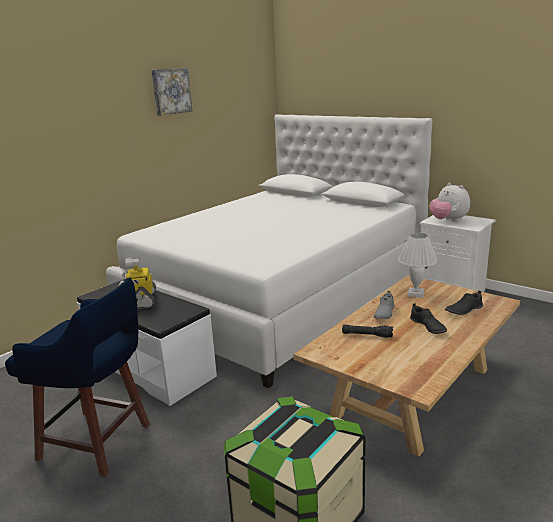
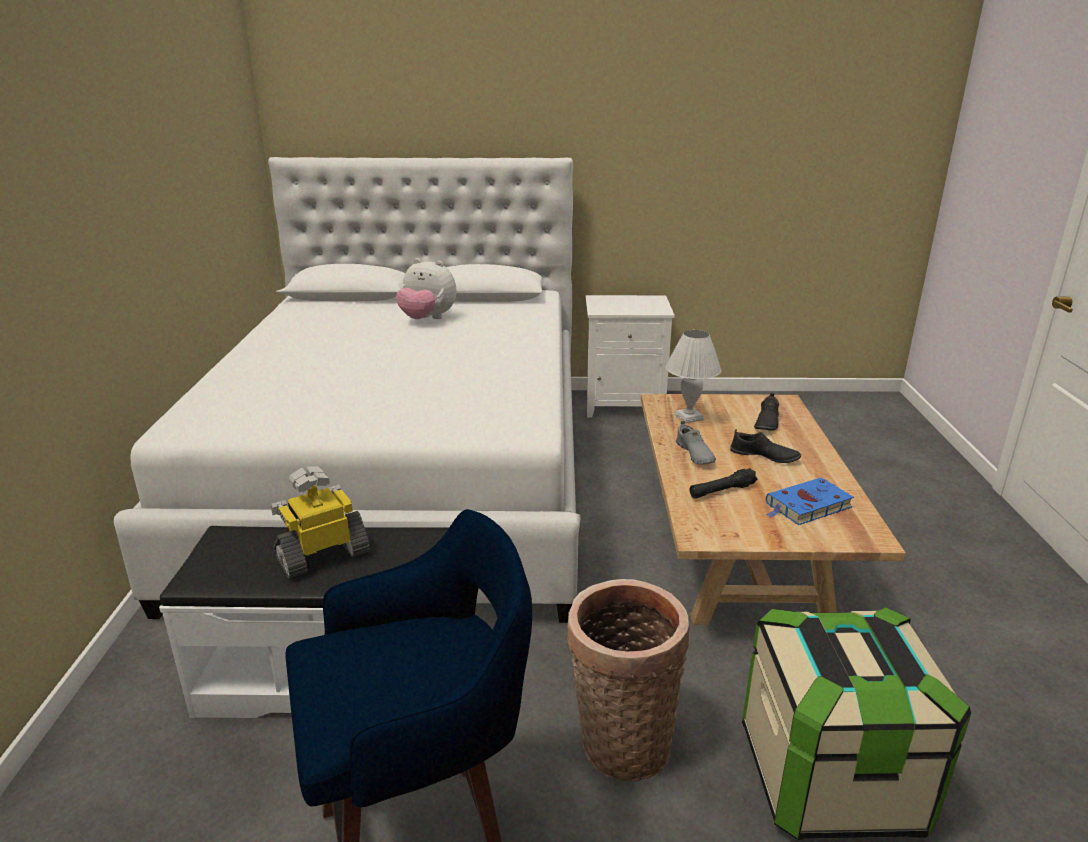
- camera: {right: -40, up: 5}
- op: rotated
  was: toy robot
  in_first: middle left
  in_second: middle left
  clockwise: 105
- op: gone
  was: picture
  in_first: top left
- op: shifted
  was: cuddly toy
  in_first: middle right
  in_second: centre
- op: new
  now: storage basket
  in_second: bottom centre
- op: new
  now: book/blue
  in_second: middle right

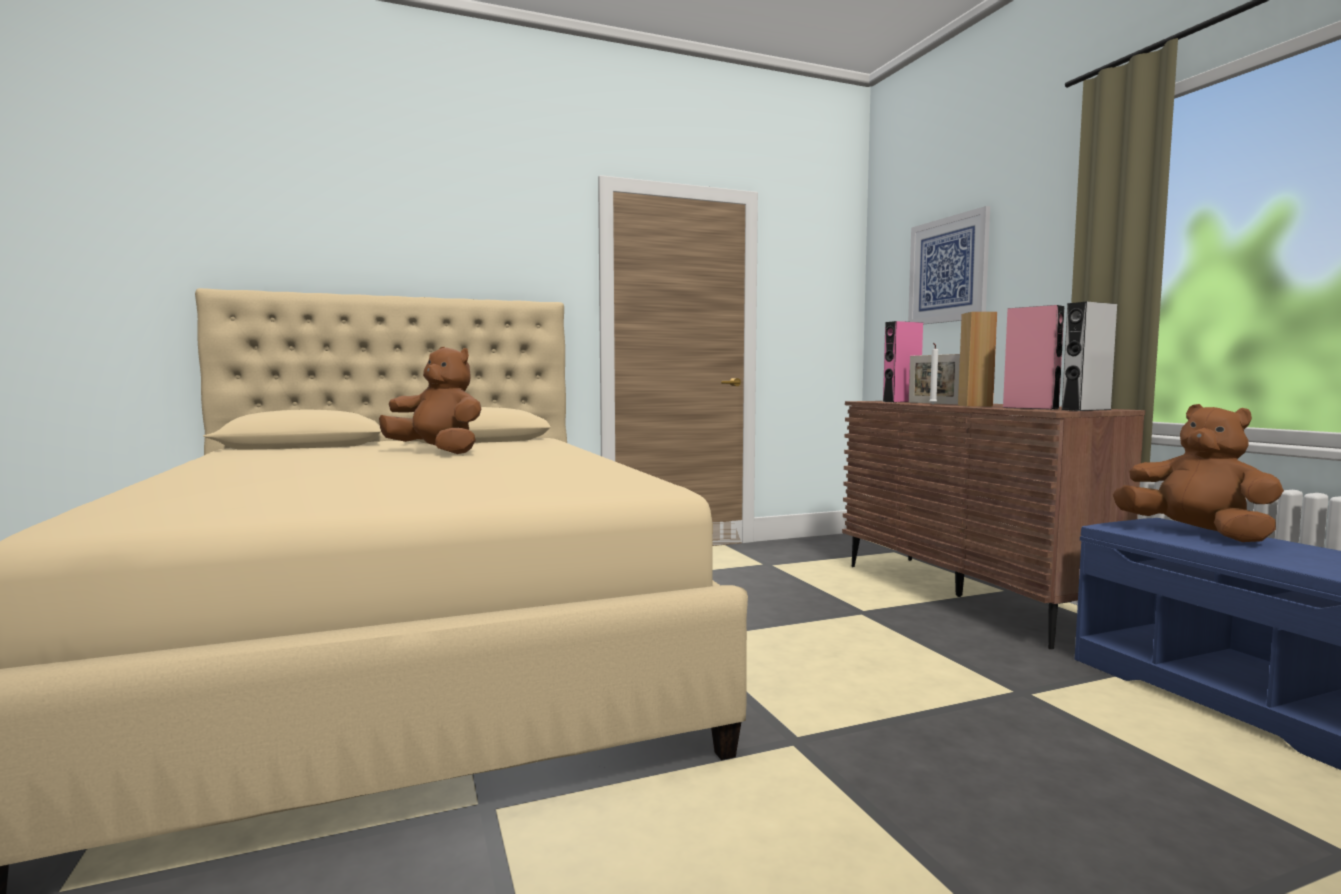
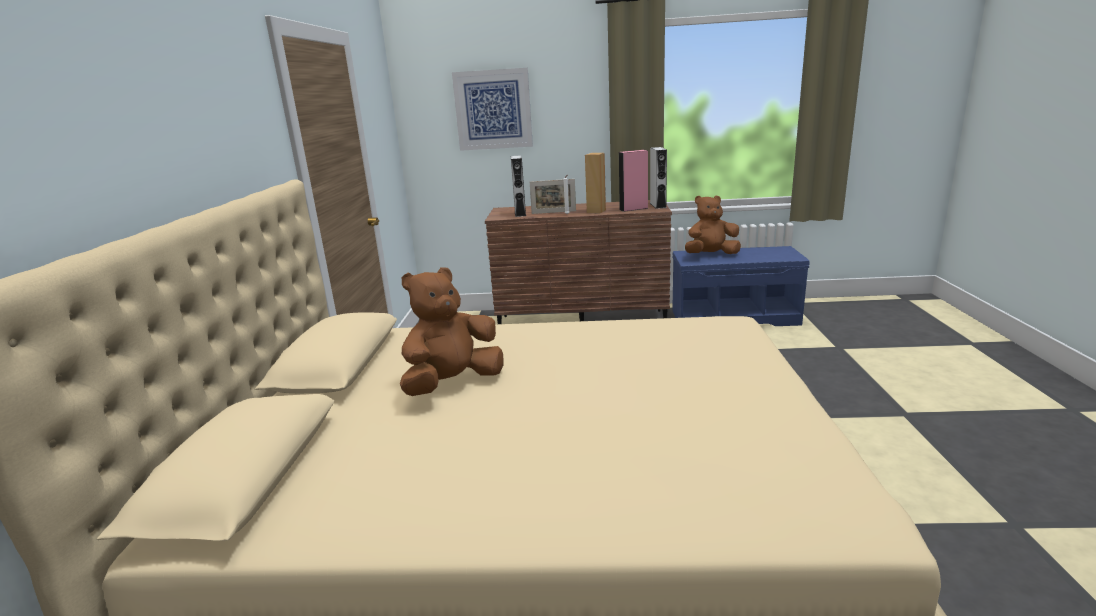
- camera: {right: -65, up: 15}
- op: repainted
  was: speaker/pink (no. 1 from left)
  now: speaker/greyish (no. 1 from left)
  in_first: middle right
  in_second: top centre

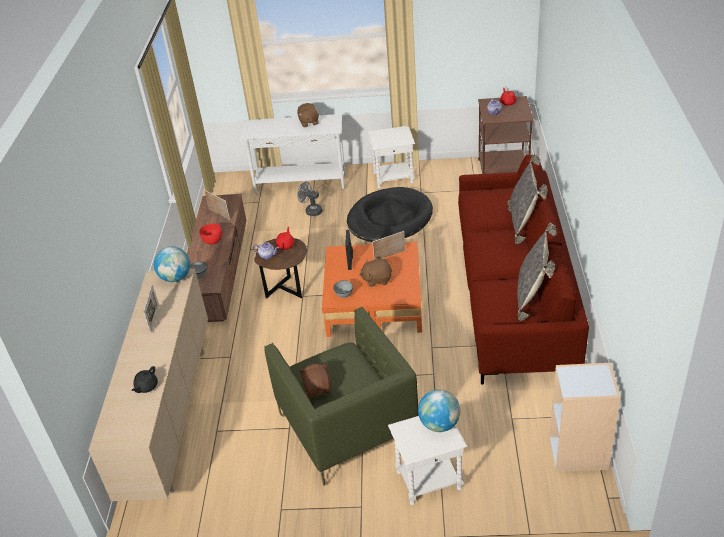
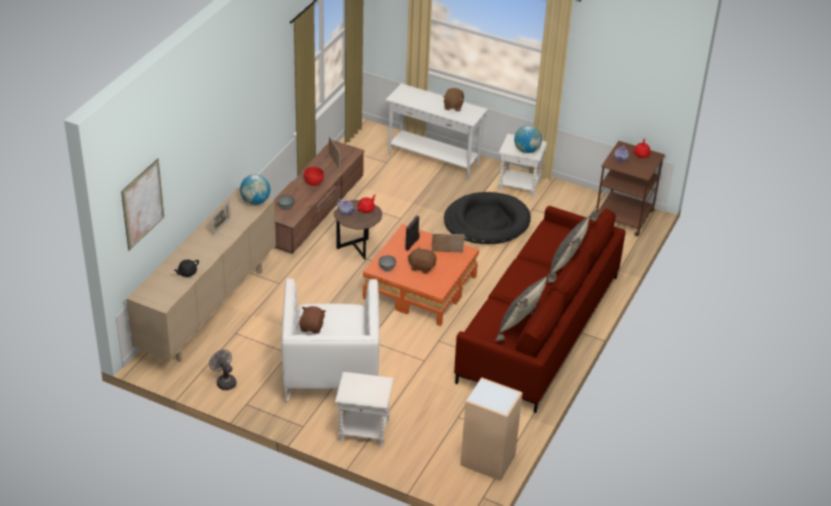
- camera: {right: 20, up: 0}
- op: repainted
  was: armchair/green
  now: armchair/whitish
  in_first: bottom centre
  in_second: bottom centre
- op: shifted
  was: cooling fan/greyish
  in_first: centre
  in_second: bottom left
- op: shifted
  was: desk globe (no. 2 from left)
  in_first: bottom centre
  in_second: top centre
- op: new
  now: picture
  in_second: middle left

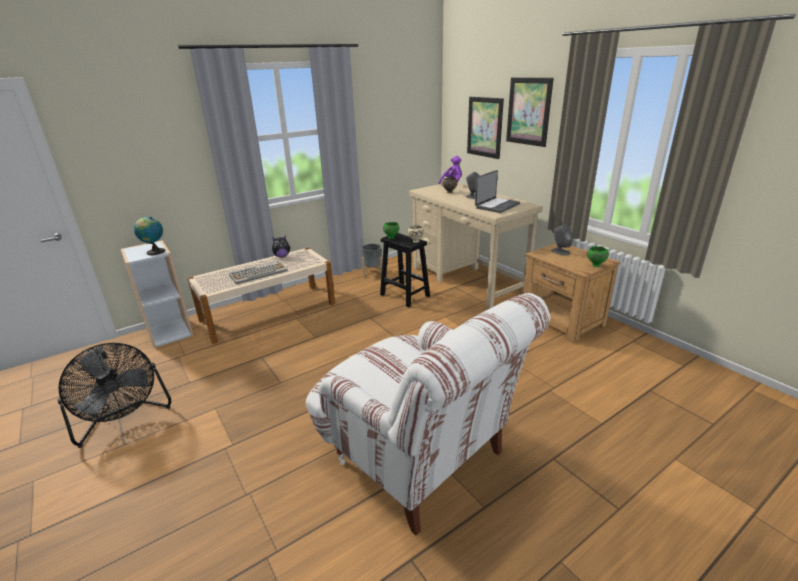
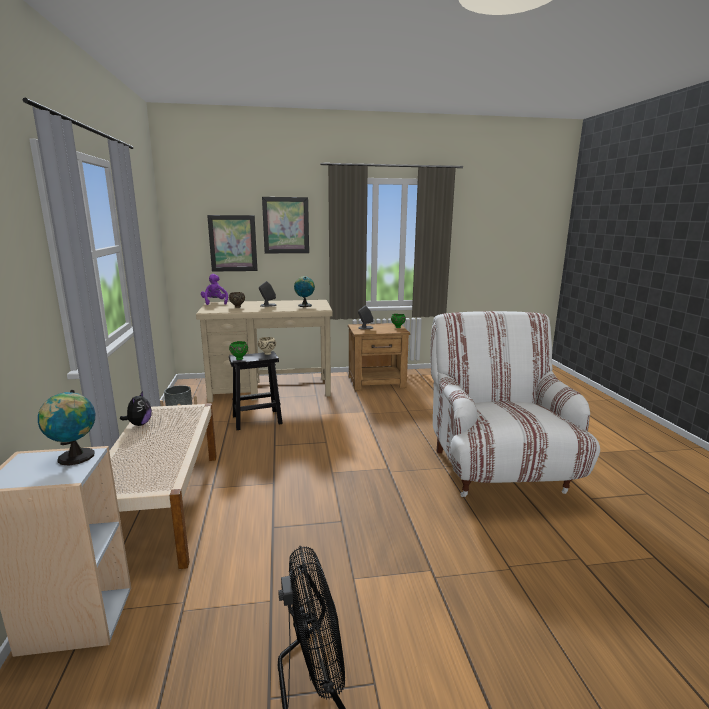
- camera: {right: -65, up: -10}
- op: gone
  was: PC keyboard
  in_first: middle left
- op: rotated
  was: armchair/whitish
  in_first: bottom centre
  in_second: middle right
  clockwise: -75
- op: swapped
  was: laptop
  now: desk globe (no. 2 from left)
  in_first: top centre
  in_second: centre

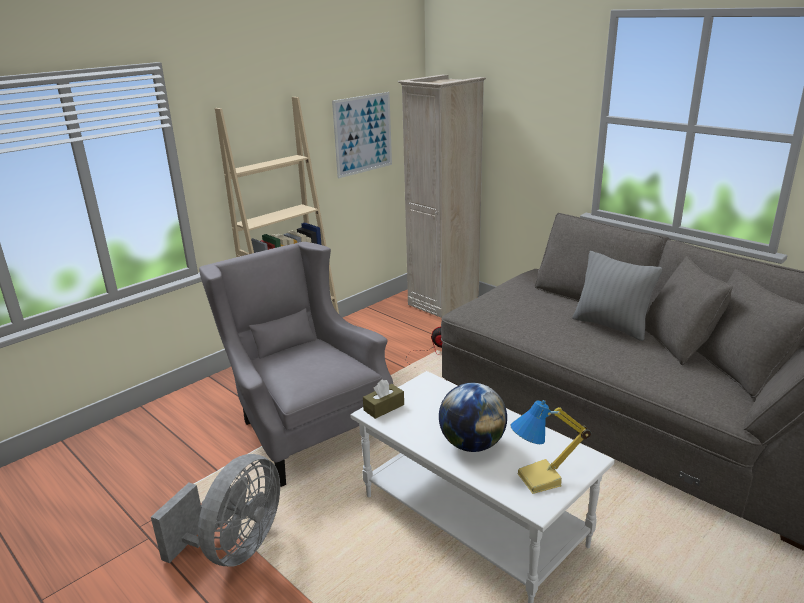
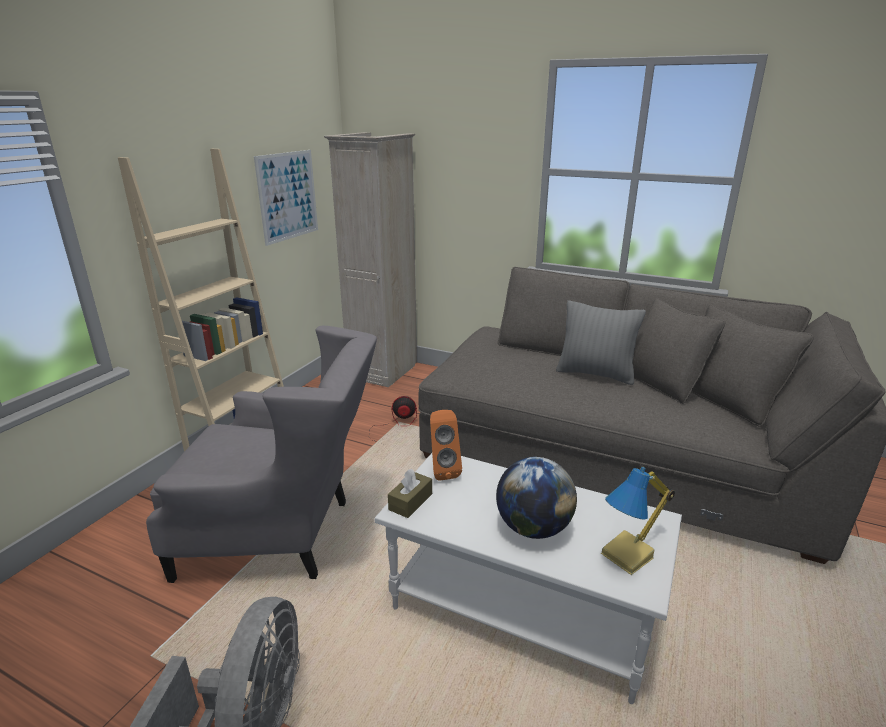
- camera: {right: -20, up: 0}
- op: rotated
  was: armchair/greyish
  in_first: centre
  in_second: middle left
  clockwise: 150
- op: new
  now: speaker/orangey
  in_second: centre

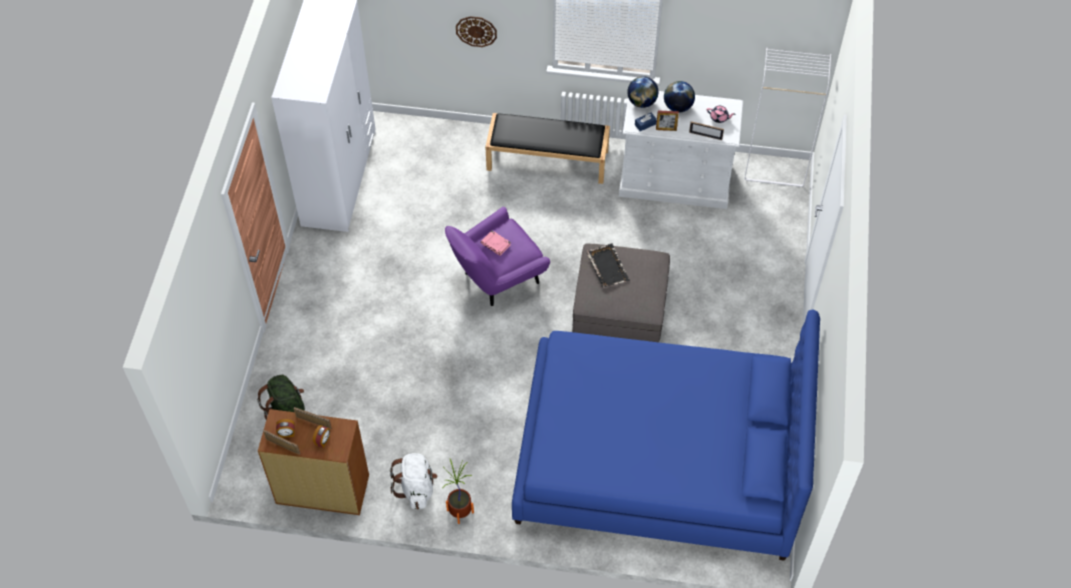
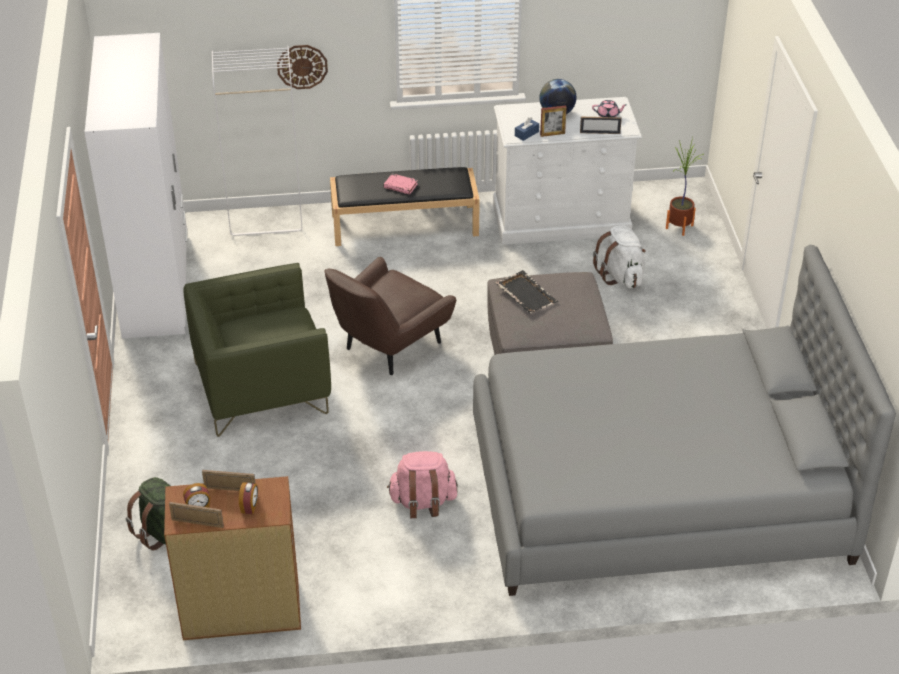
- camera: {right: -15, up: -15}
- op: shifted
  was: knapsack/whitish
  in_first: bottom centre
  in_second: middle right
- op: shifted
  was: potted plant
  in_first: bottom centre
  in_second: top right
- op: repainted
  was: armchair/purplish
  now: armchair/brown
  in_first: centre
  in_second: centre
- op: shifted
  was: book/pink
  in_first: centre
  in_second: top centre
- op: repainted
  was: bedroom bed/blue
  now: bedroom bed/greyish
  in_first: bottom centre
  in_second: middle right
- op: gone
  was: desk globe (no. 1 from left)
  in_first: top centre
- op: shifted
  was: garment stand/whitish
  in_first: top right
  in_second: top left
- op: new
  now: armchair/green
  in_second: middle left
- op: new
  now: knapsack/pink
  in_second: bottom centre

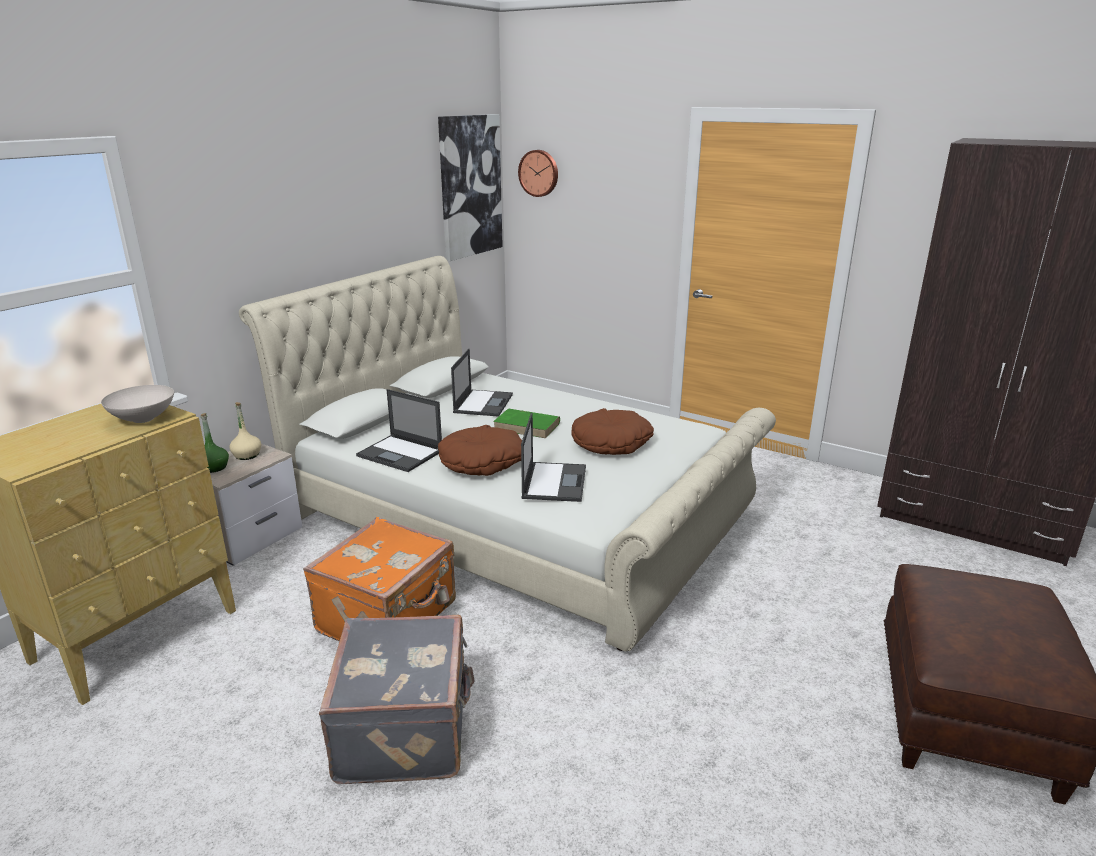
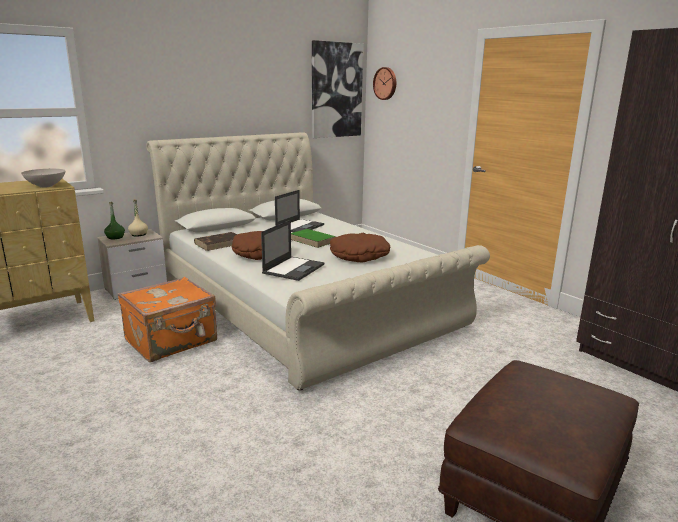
- camera: {right: 20, up: -5}
- op: gone
  was: travel case/greyish
  in_first: bottom centre
- op: swapped
  was: laptop (no. 1 from left)
  now: book/brown
  in_first: centre
  in_second: middle left

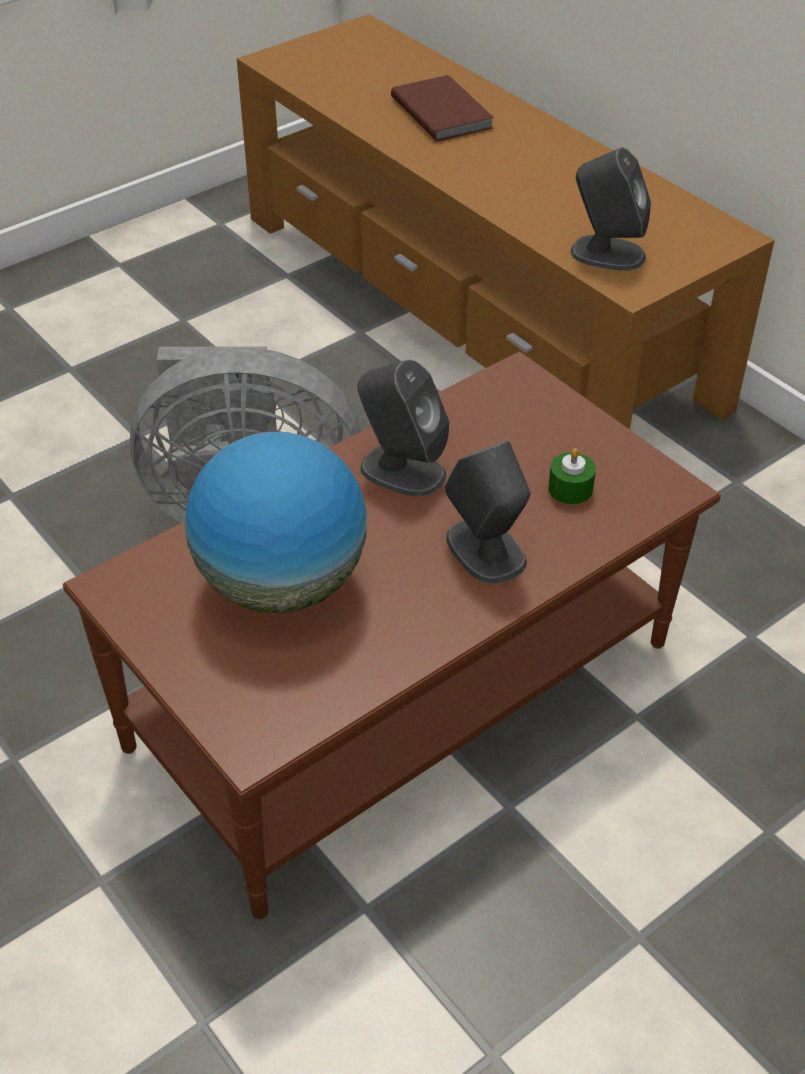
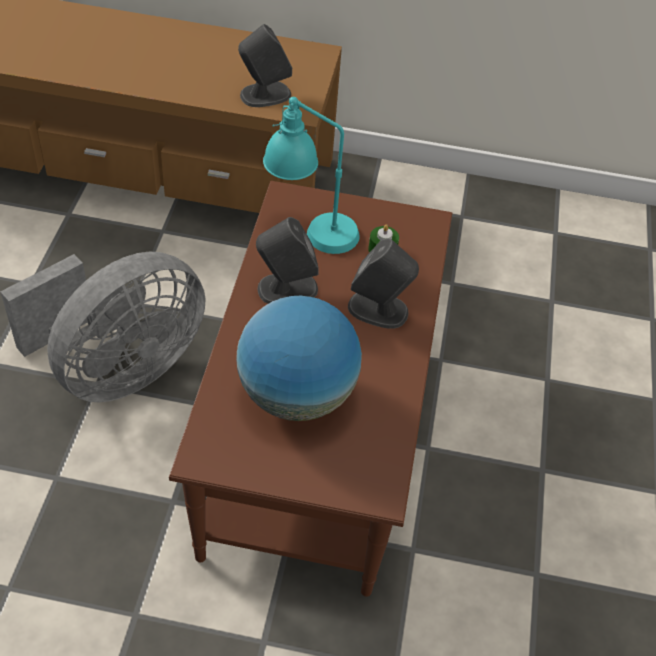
- camera: {right: -45, up: 5}
- op: gone
  was: book/brown
  in_first: top centre
- op: new
  now: table lamp/turquoise-coloured
  in_second: top centre

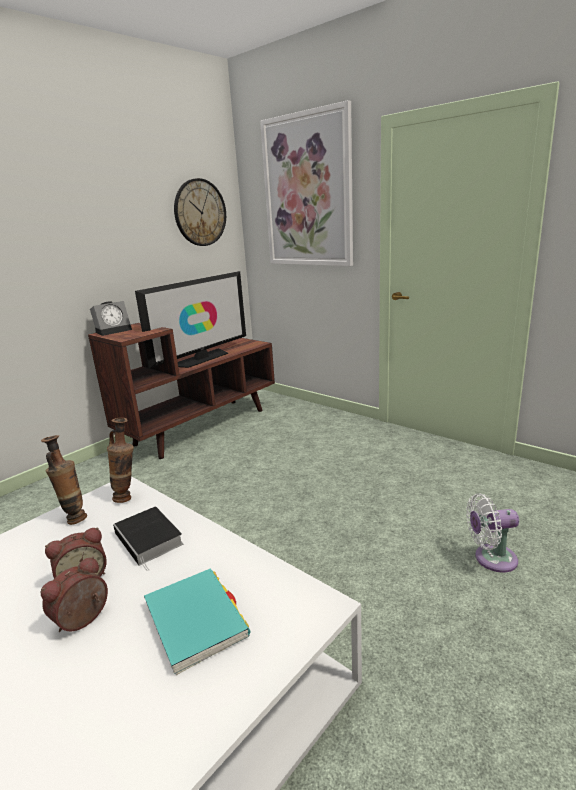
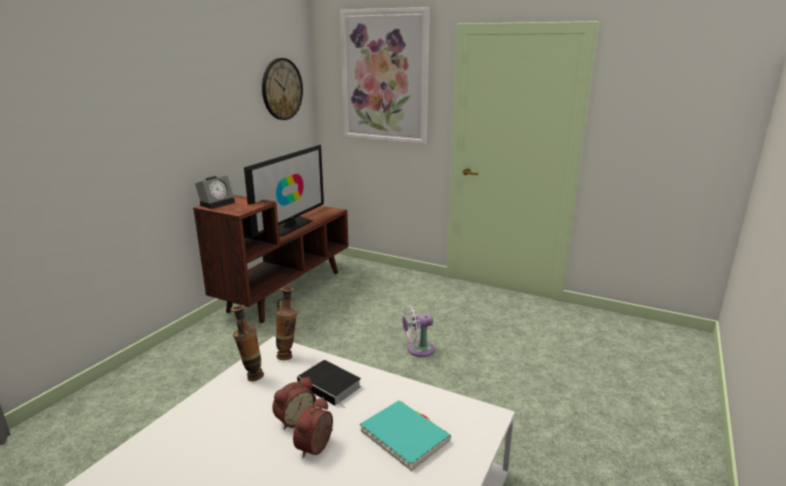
- camera: {right: -15, up: 0}
- op: shifted
  was: cooling fan/whitish
  in_first: bottom right
  in_second: bottom centre

